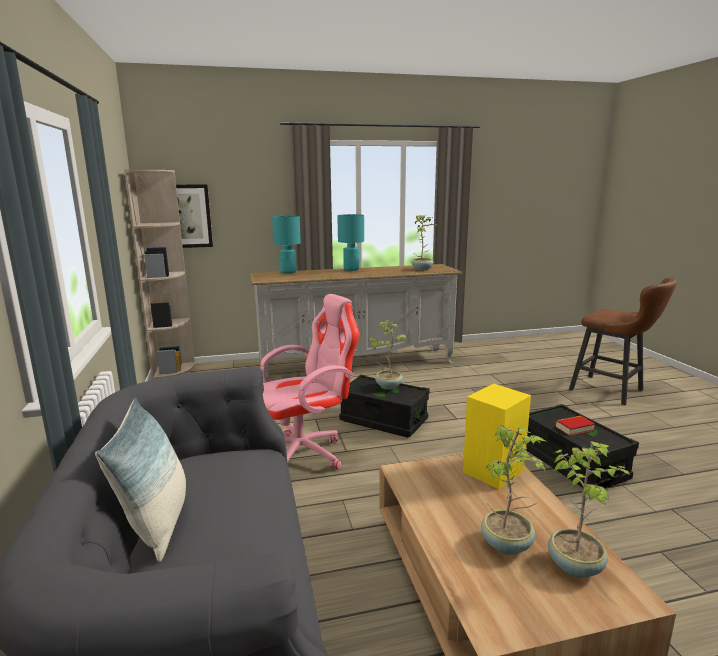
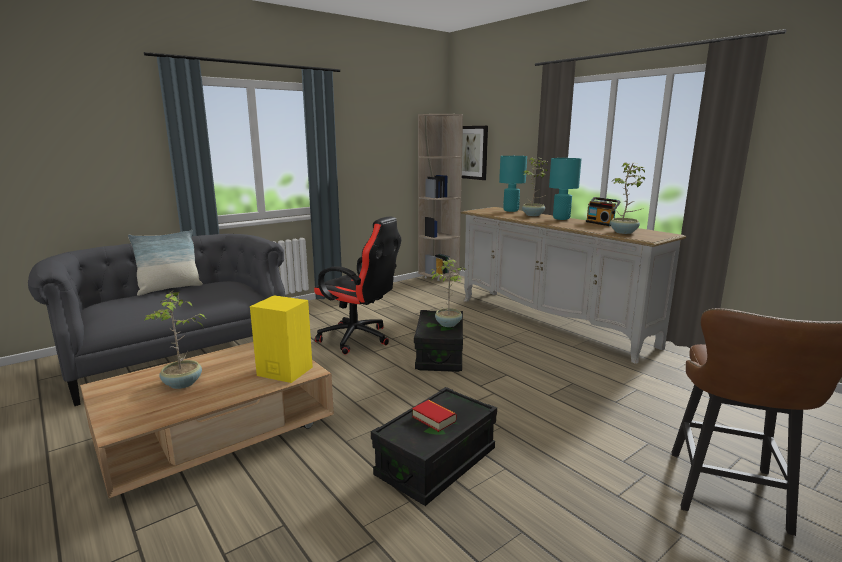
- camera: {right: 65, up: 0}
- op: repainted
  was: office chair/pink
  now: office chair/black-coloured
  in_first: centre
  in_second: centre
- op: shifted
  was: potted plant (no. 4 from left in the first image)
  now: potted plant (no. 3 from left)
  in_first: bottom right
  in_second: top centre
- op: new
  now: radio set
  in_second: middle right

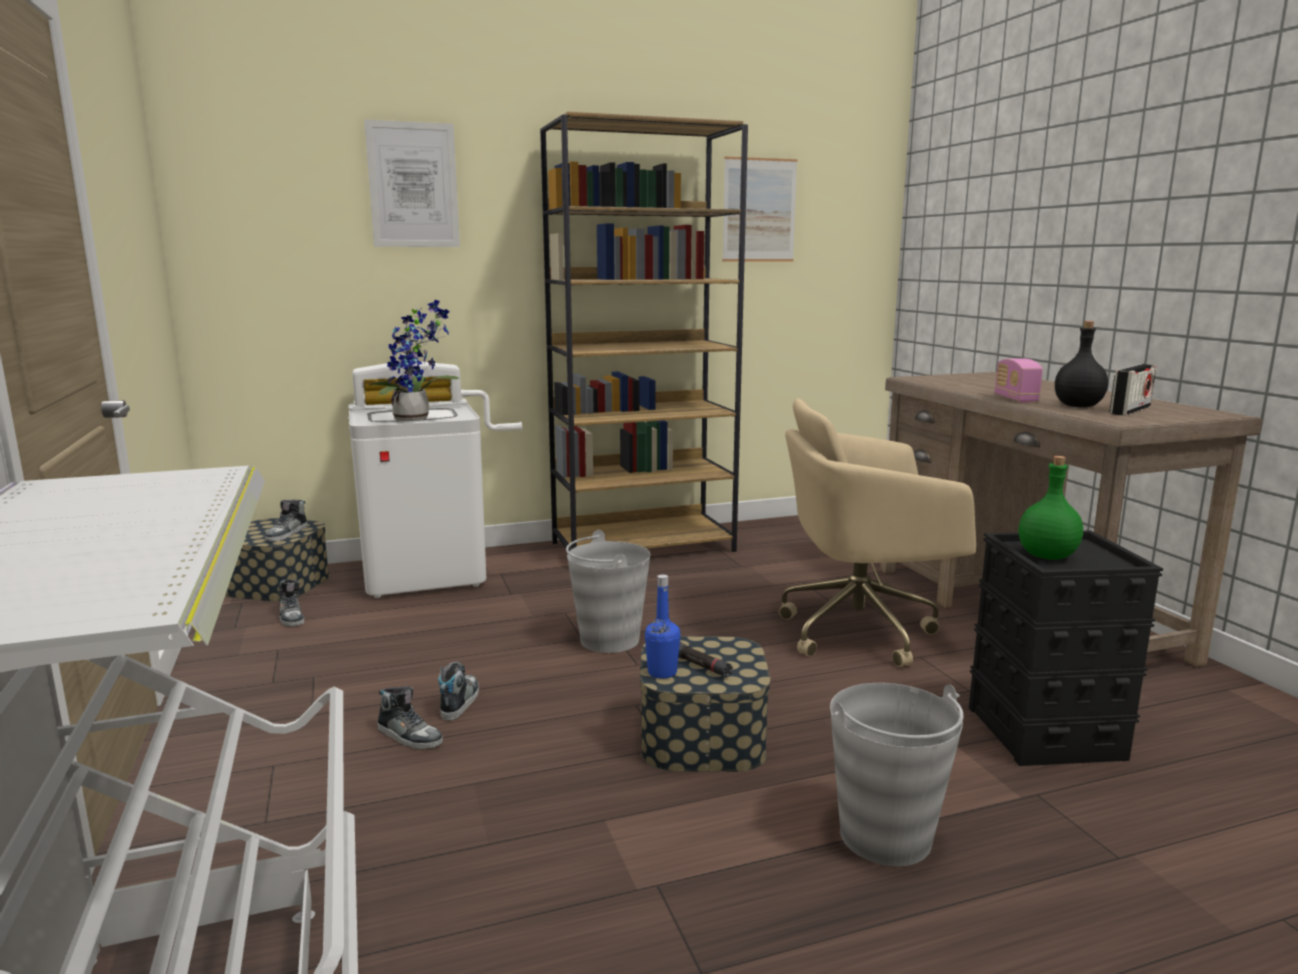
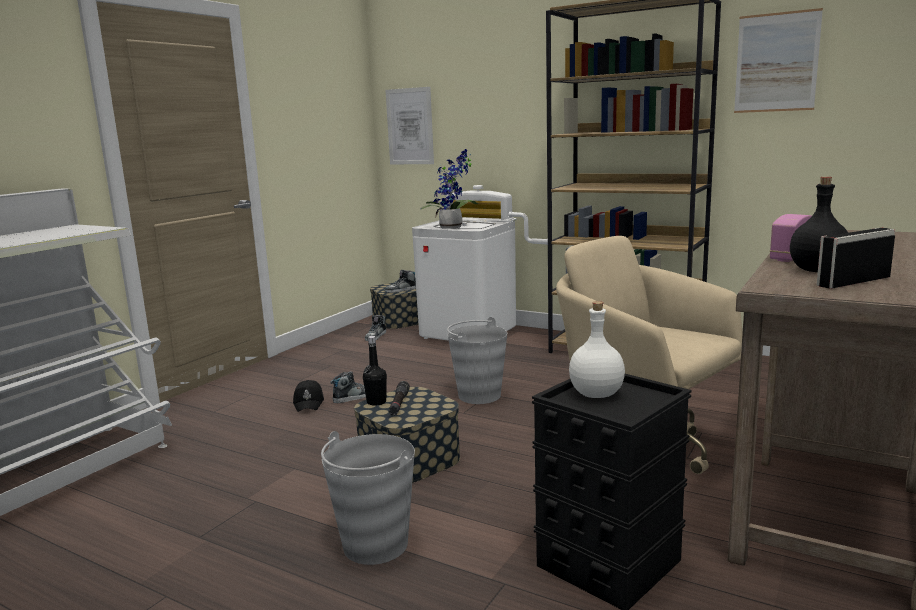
- camera: {right: 50, up: 0}
- op: shifted
  was: picture (no. 1 from left)
  in_first: top left
  in_second: top centre
- op: swapped
  was: low shoe (no. 3 from left)
  now: cap/black-coloured
  in_first: bottom left
  in_second: centre
- op: repainted
  was: beverage bottle/blue
  now: beverage bottle/black-coloured (no. 1 from left)
  in_first: centre
  in_second: centre
- op: repainted
  was: beverage bottle/green
  now: beverage bottle/whitish
  in_first: middle right
  in_second: centre
- op: rotated
  was: radio set (no. 2 from left)
  in_first: middle right
  in_second: middle right
  clockwise: 150

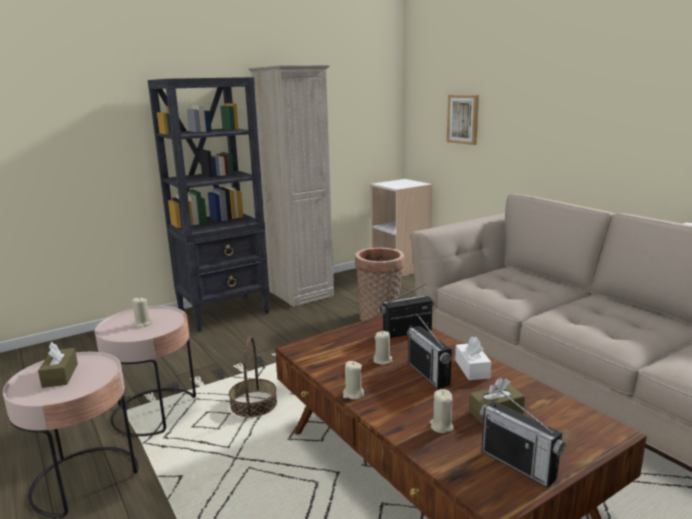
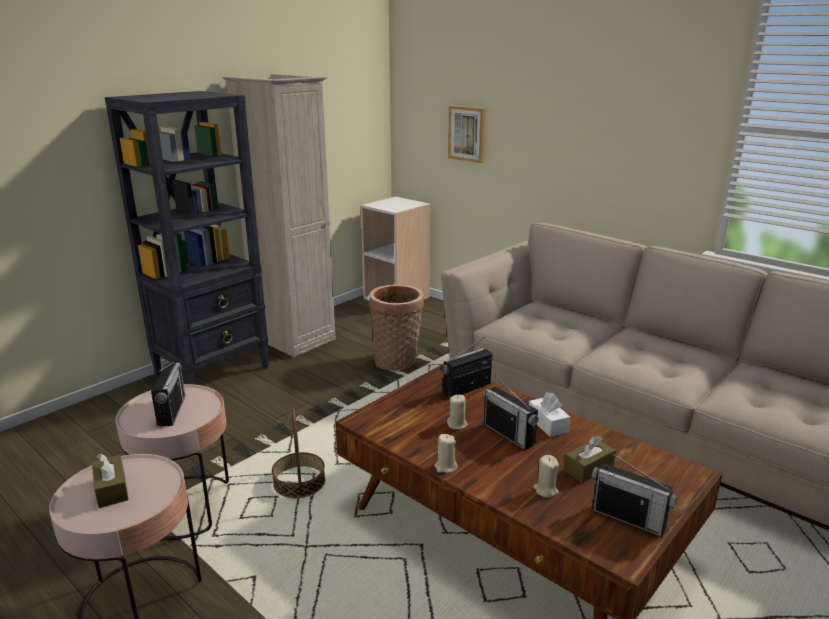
- camera: {right: -15, up: 5}
- op: swapped
  was: candle/sand-coloured (no. 1 from left)
  now: radio set (no. 1 from left)
  in_first: middle left
  in_second: middle left

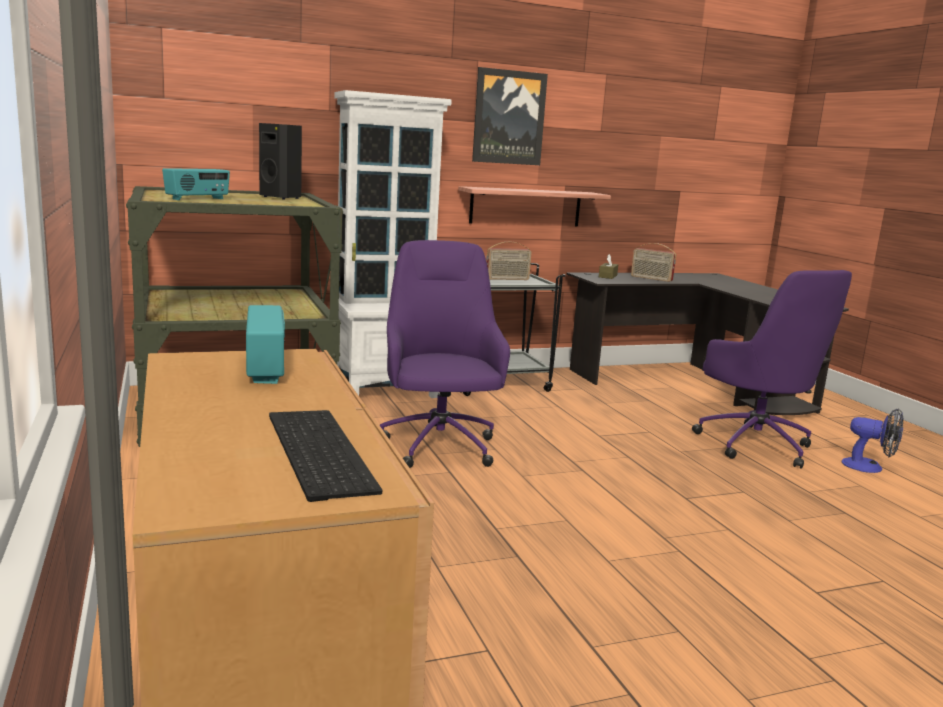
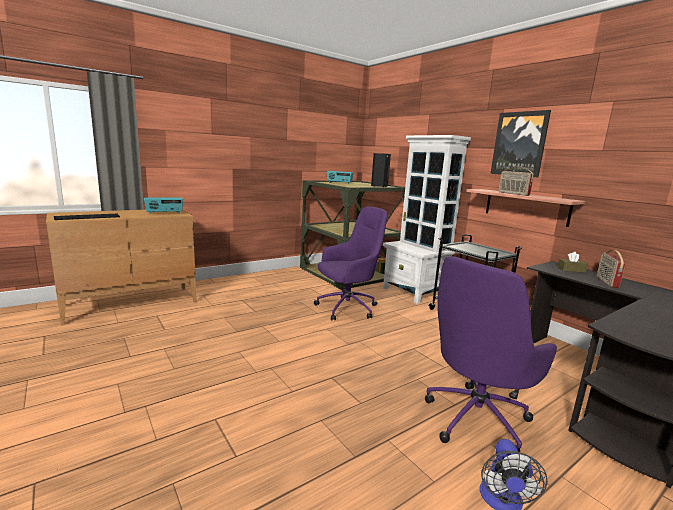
- camera: {right: 75, up: 0}
- op: shifted
  was: radio set (no. 3 from left)
  in_first: centre
  in_second: middle right

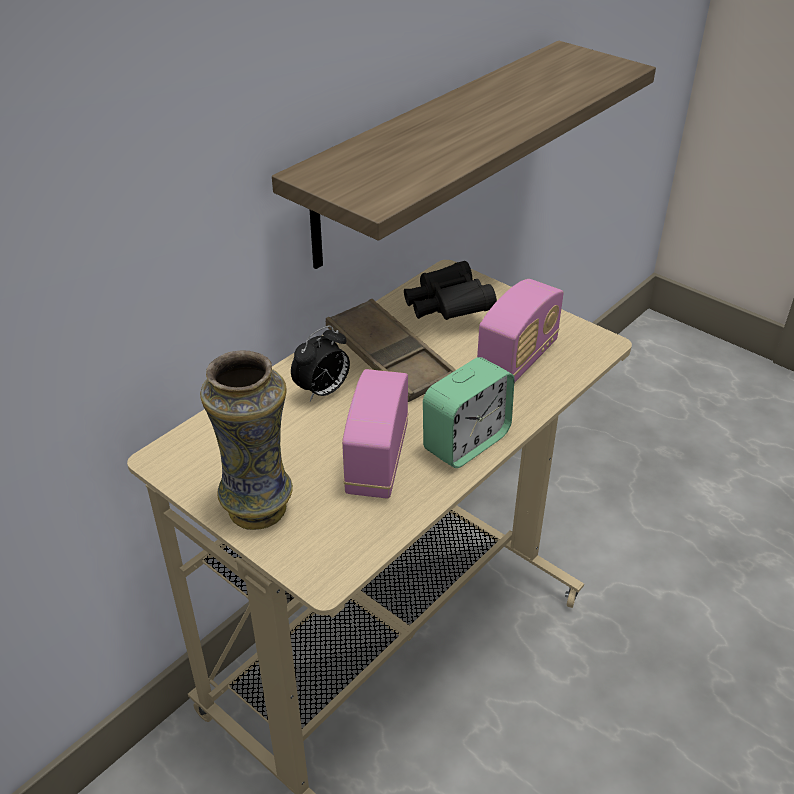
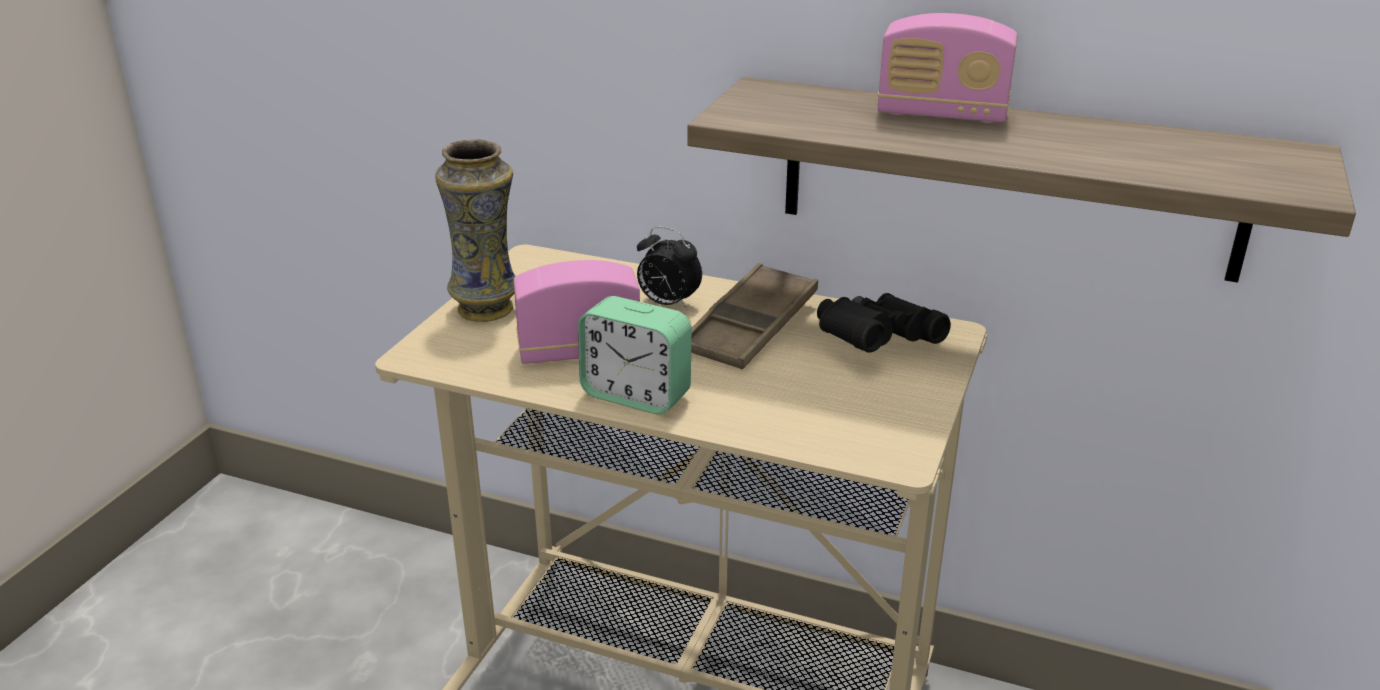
- camera: {right: 70, up: -10}
- op: shifted
  was: radio set (no. 2 from left)
  in_first: centre
  in_second: top right

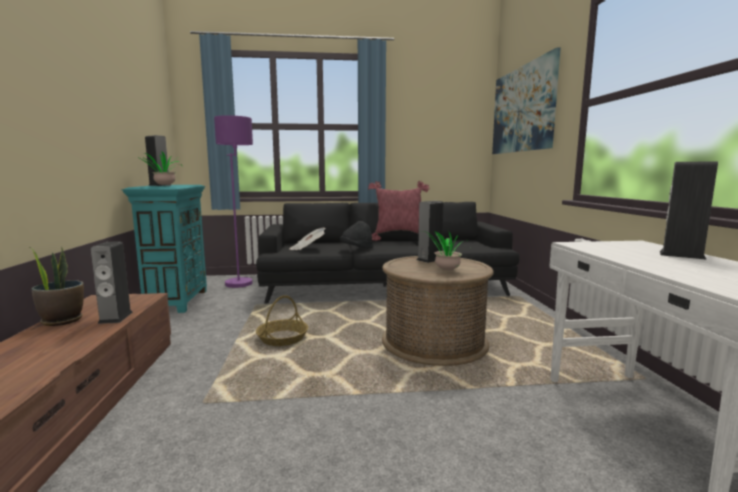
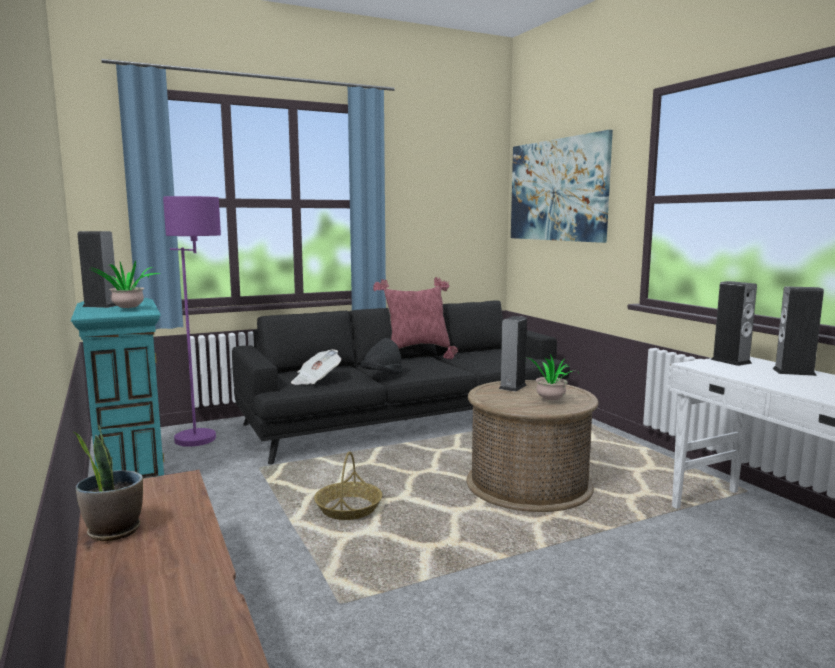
- camera: {right: -20, up: 0}
- op: shifted
  was: speaker (no. 1 from left in the first image)
  now: speaker (no. 3 from left)
  in_first: middle left
  in_second: middle right

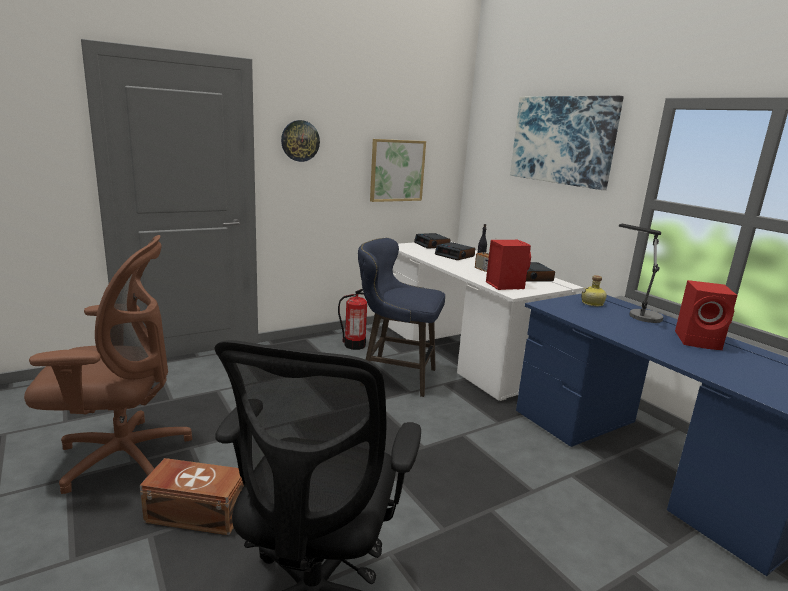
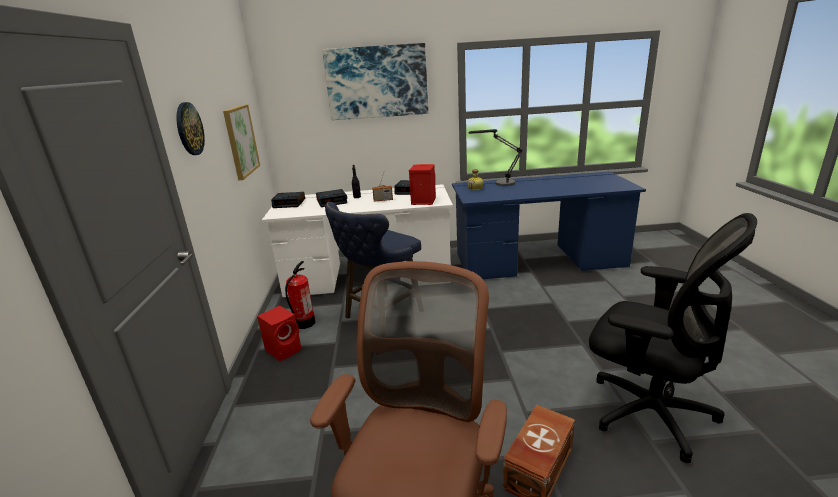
- camera: {right: -60, up: 5}
- op: shifted
  was: speaker/reddish (no. 2 from left in the first image)
  now: speaker/reddish (no. 1 from left)
  in_first: middle right
  in_second: bottom left

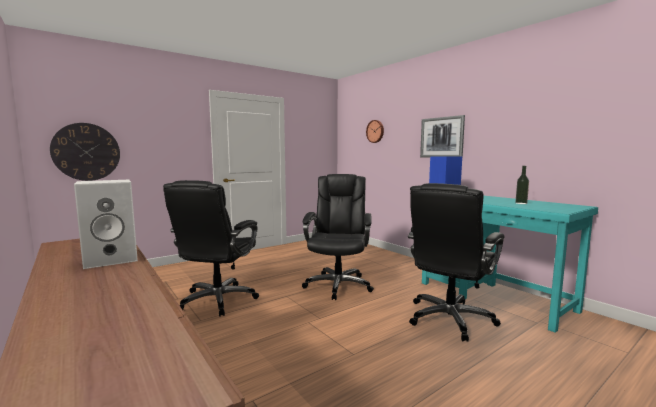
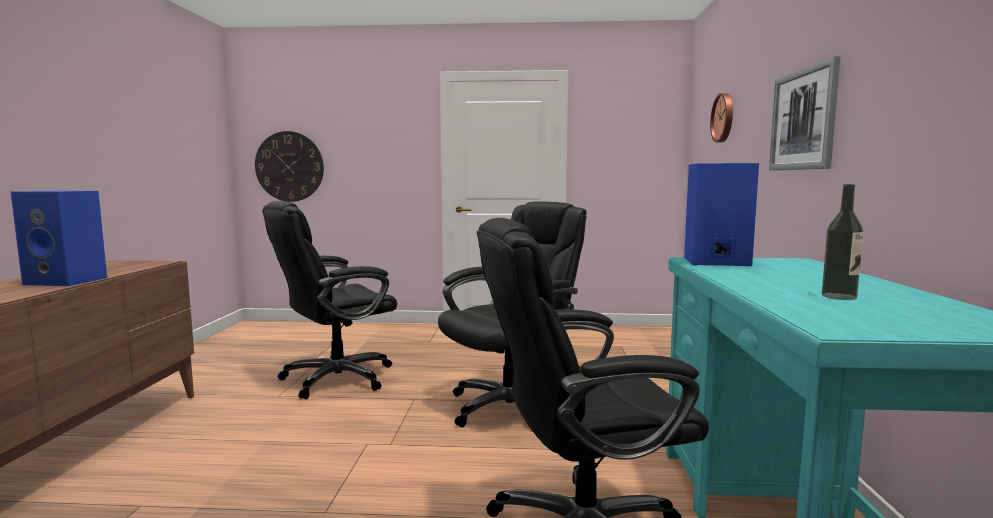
- camera: {right: 40, up: 0}
- op: repainted
  was: speaker/whitish
  now: speaker/blue (no. 1 from left)
  in_first: middle left
  in_second: middle left

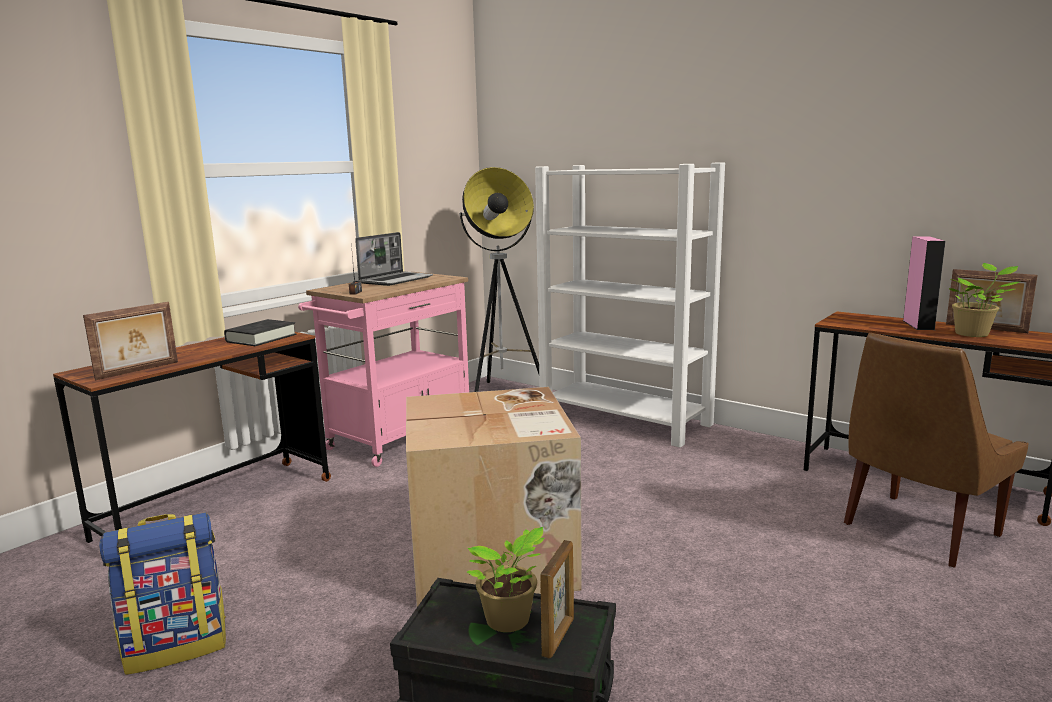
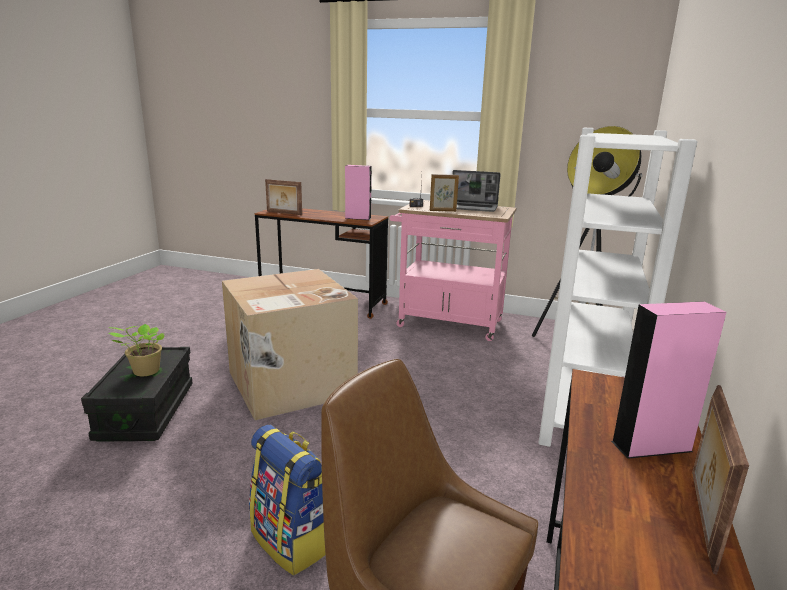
- camera: {right: 70, up: 5}
- op: shifted
  was: knapsack
  in_first: bottom left
  in_second: bottom centre
- op: swapped
  was: book/black-coloured
  now: speaker/pink (no. 1 from left)
  in_first: middle left
  in_second: top centre
- op: shifted
  was: photo frame (no. 2 from left)
  in_first: bottom centre
  in_second: top centre
- op: gone
  was: potted plant (no. 2 from left)
  in_first: middle right

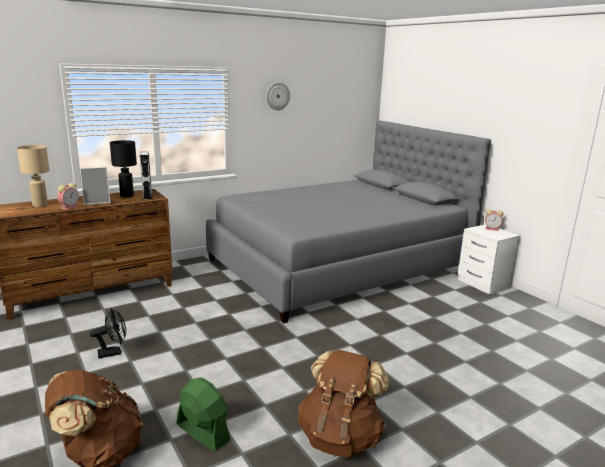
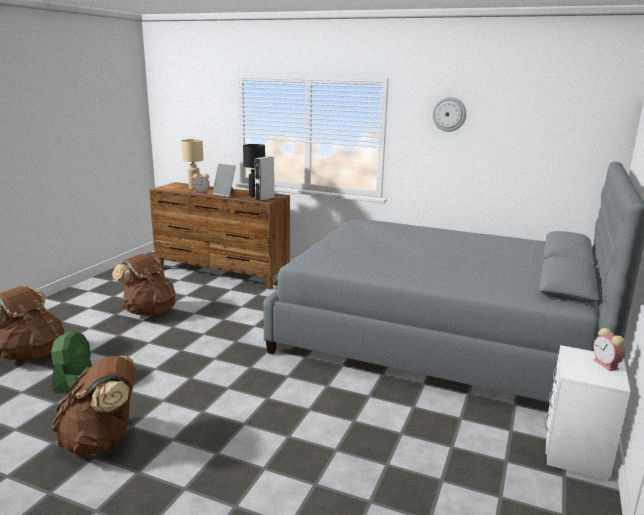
- camera: {right: 55, up: 0}
- op: swapped
  was: cooling fan/black-coloured
  now: knapsack/brown (no. 3 from left)
  in_first: bottom left
  in_second: middle left

